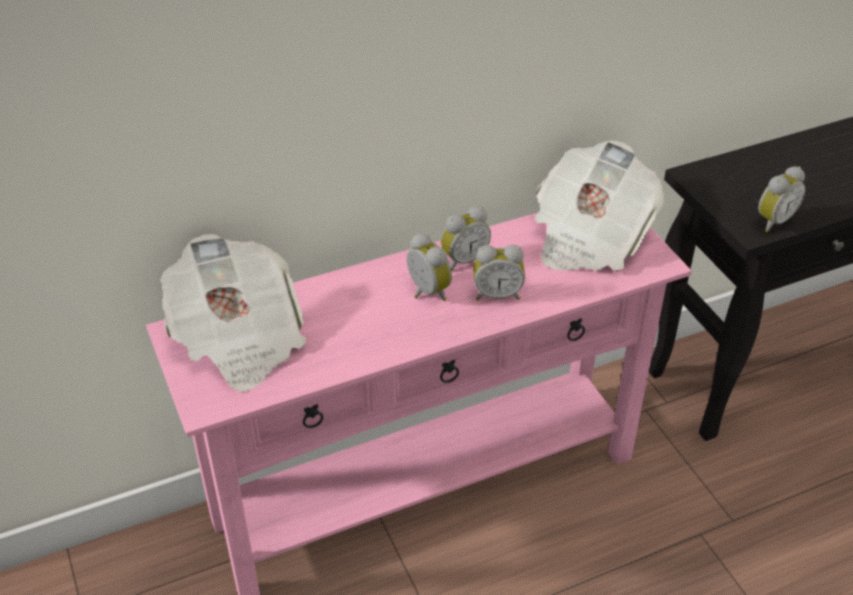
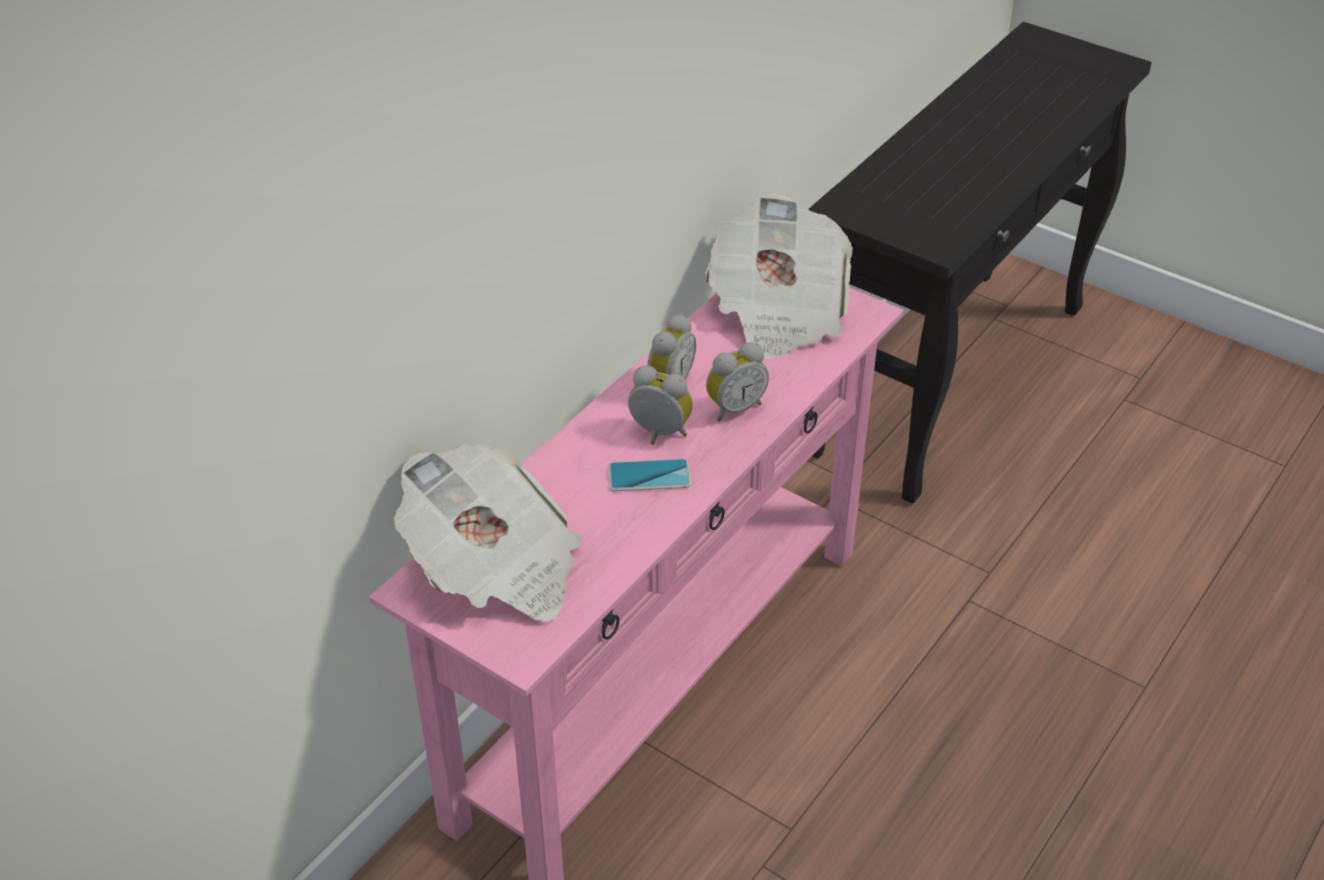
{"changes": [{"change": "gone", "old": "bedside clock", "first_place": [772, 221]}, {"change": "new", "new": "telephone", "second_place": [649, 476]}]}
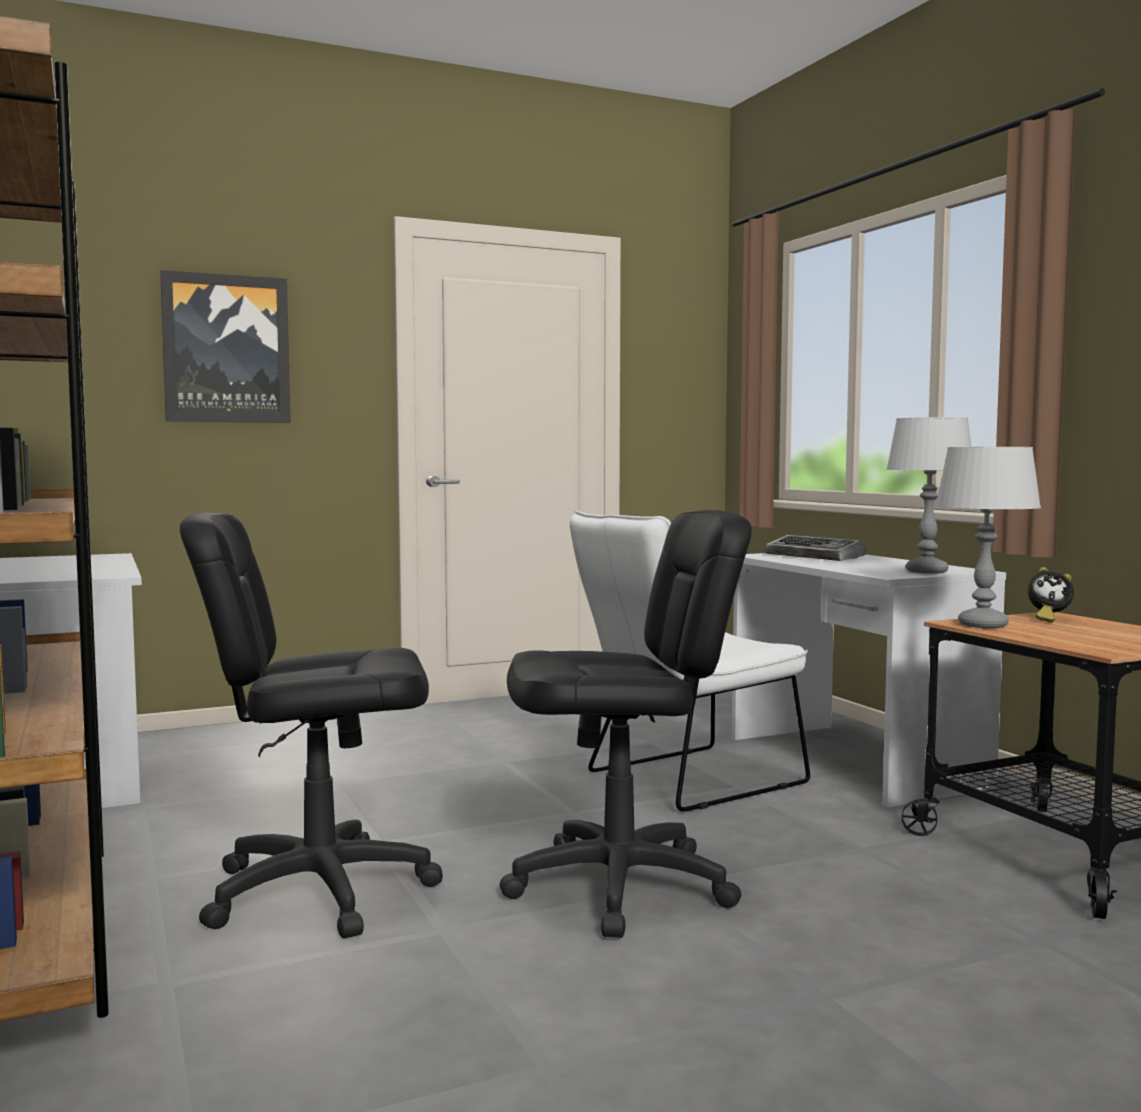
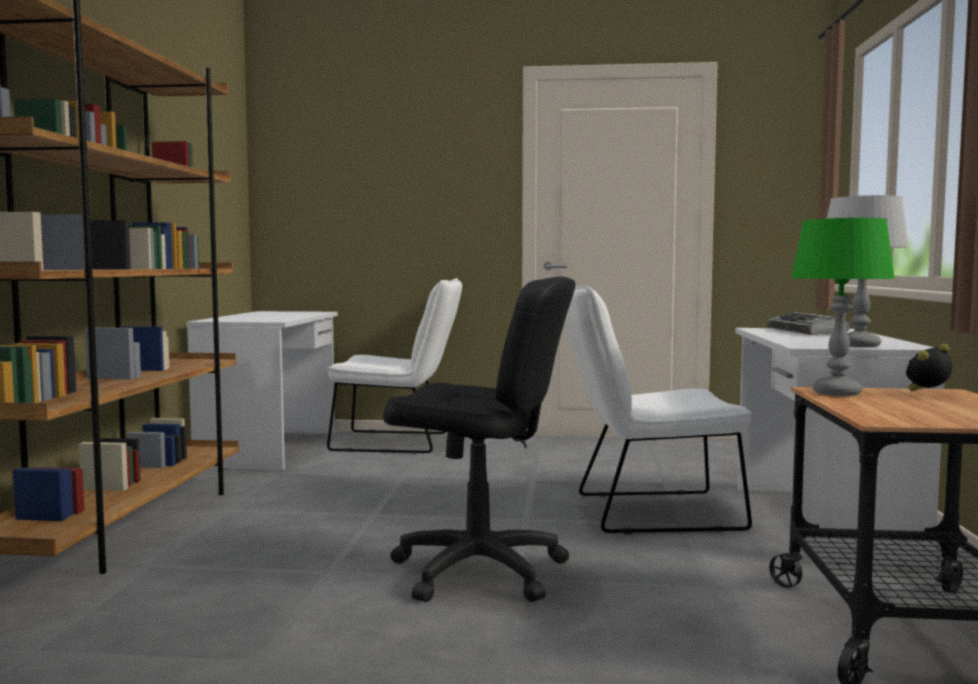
{"changes": [{"change": "gone", "old": "wall art", "first_place": [226, 349]}, {"change": "repainted", "old": "lamp for a table (gray)", "new": "lamp for a table (green-coloured)", "first_place": [983, 625], "second_place": [837, 393]}, {"change": "gone", "old": "computer chair (blackish)", "first_place": [319, 890]}, {"change": "rotated", "old": "bedside clock", "first_place": [1047, 619], "second_place": [927, 394], "degrees": 120}, {"change": "new", "new": "chair (white-coloured)", "second_place": [399, 442]}]}
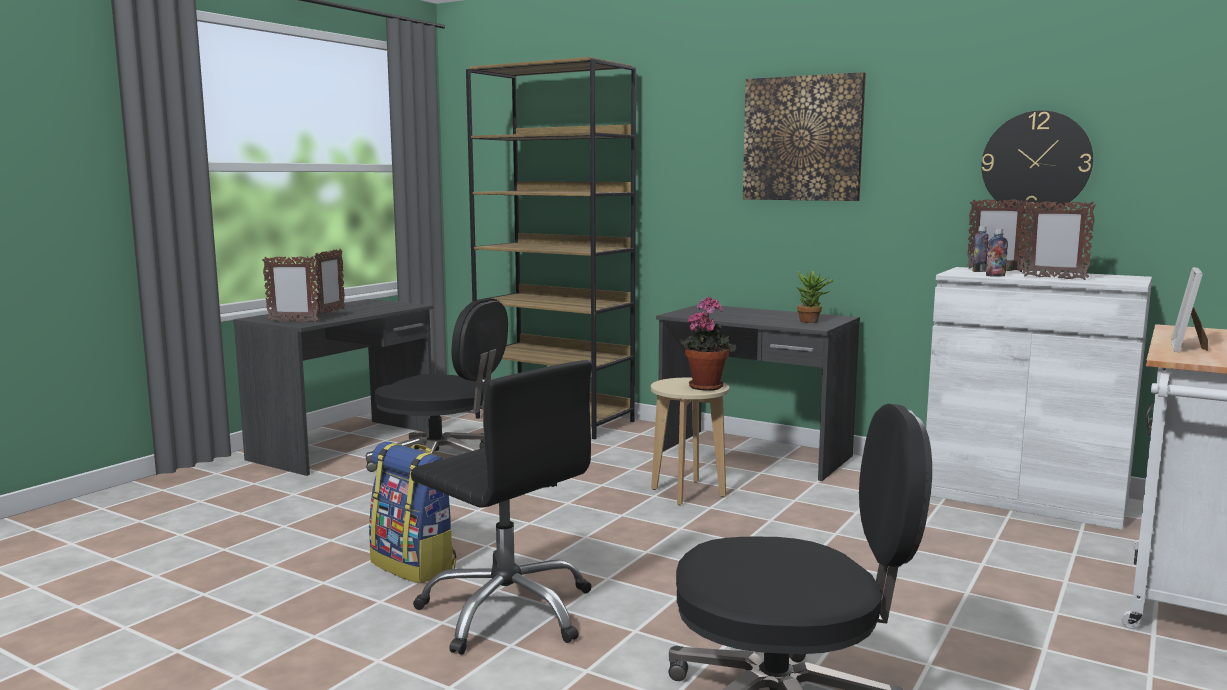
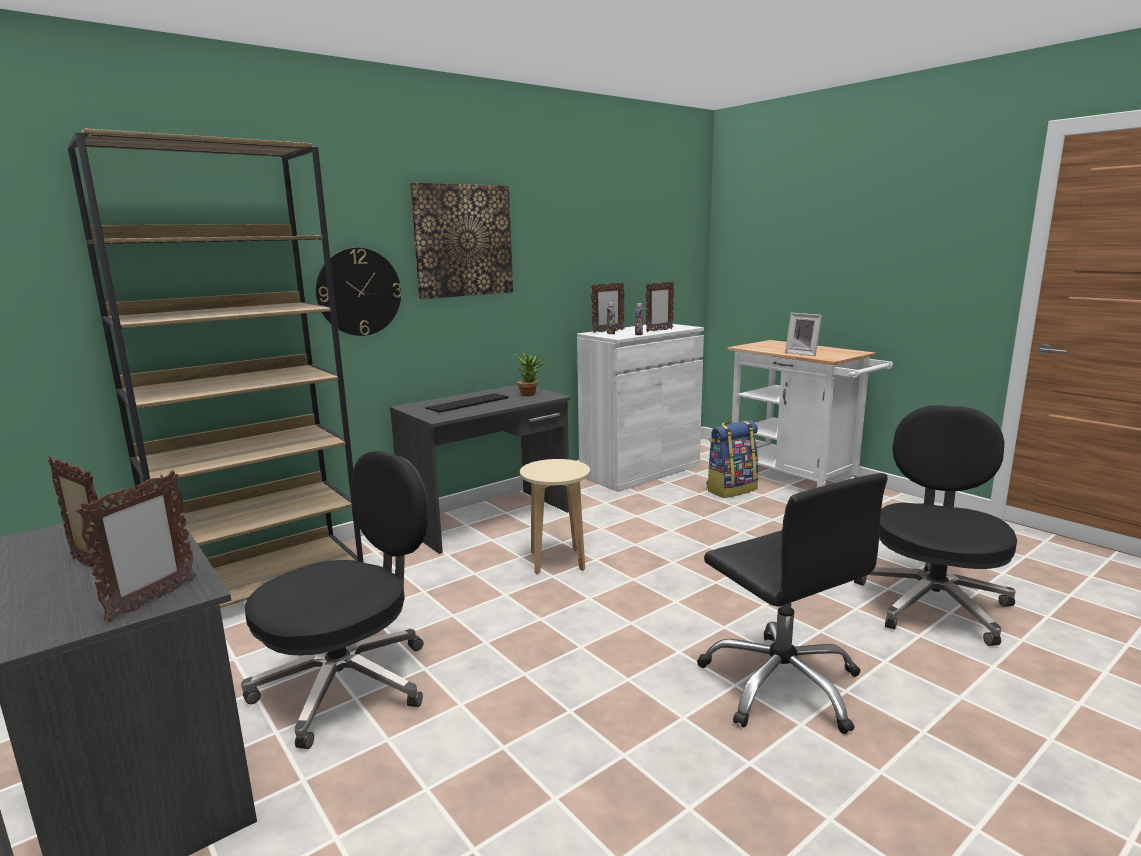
{"changes": [{"change": "shifted", "old": "hanging clock", "first_place": [1036, 163], "second_place": [359, 292]}, {"change": "gone", "old": "potted plant", "first_place": [706, 386]}, {"change": "rotated", "old": "computer chair (blackish)", "first_place": [508, 611], "second_place": [781, 684], "degrees": 90}, {"change": "shifted", "old": "rucksack", "first_place": [415, 565], "second_place": [731, 489]}, {"change": "new", "new": "computer keyboard", "second_place": [468, 403]}]}
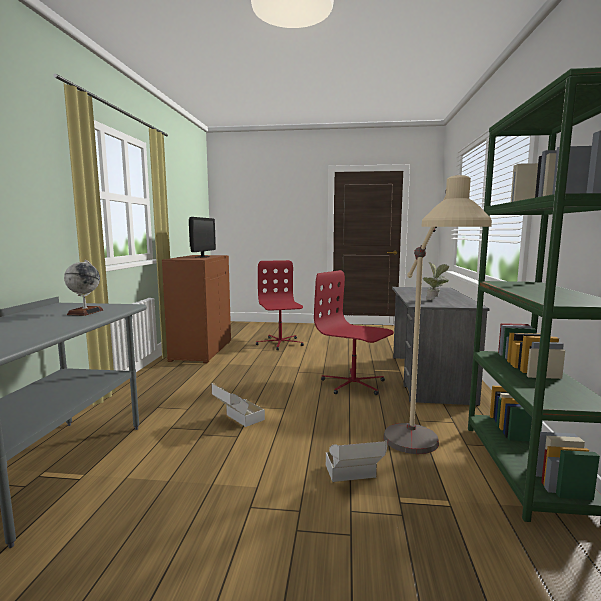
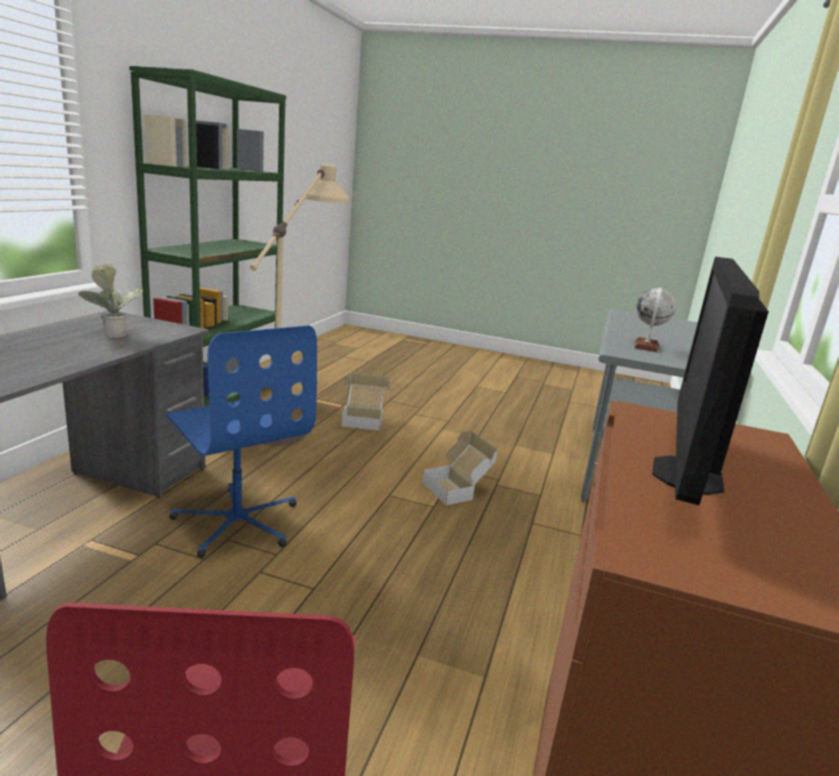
{"changes": [{"change": "repainted", "old": "computer chair (red-coloured)", "new": "computer chair (blue-coloured)", "first_place": [353, 384], "second_place": [238, 521]}]}
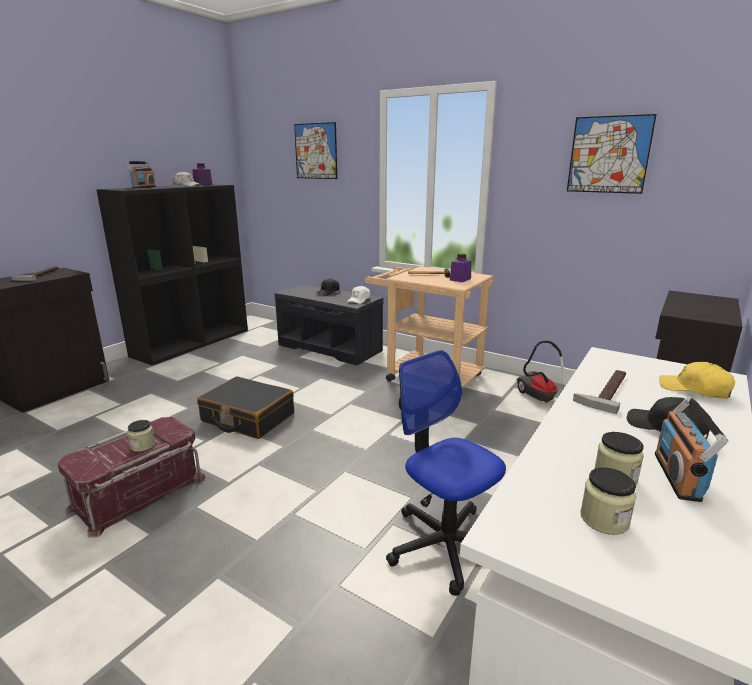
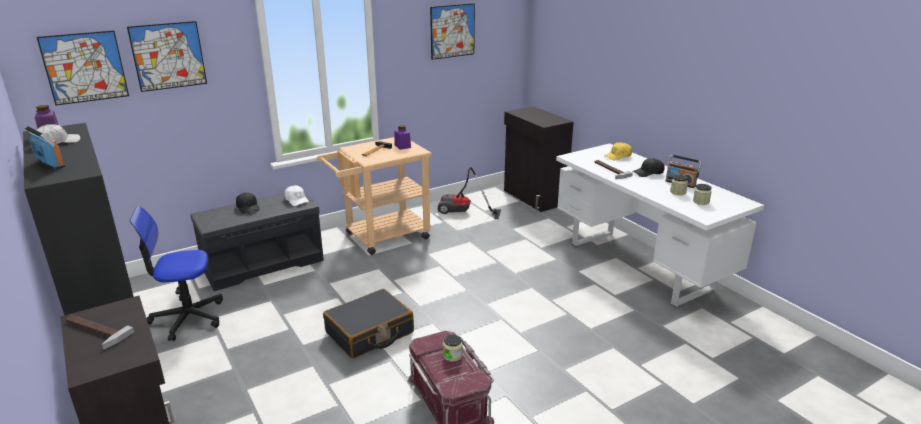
{"changes": [{"change": "shifted", "old": "computer chair", "first_place": [444, 544], "second_place": [187, 318]}, {"change": "new", "new": "wall art", "second_place": [84, 67]}]}
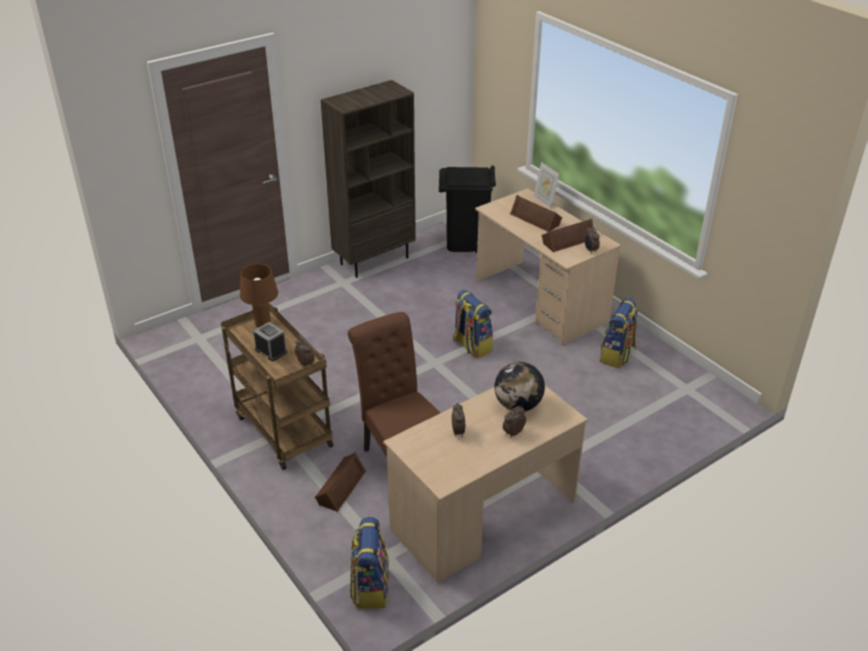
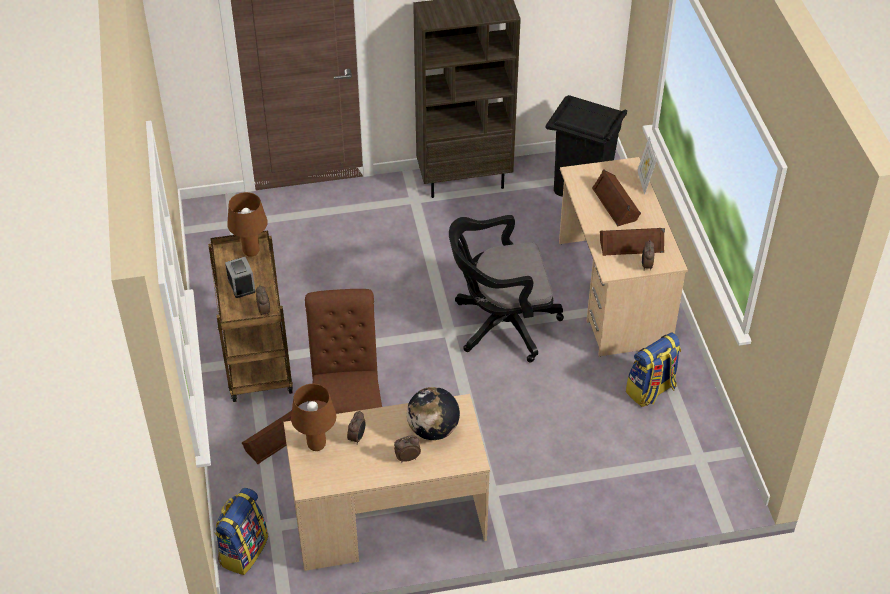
{"changes": [{"change": "swapped", "old": "rucksack", "new": "computer chair (blackish)", "first_place": [471, 346], "second_place": [500, 324]}, {"change": "new", "new": "lamp for a table (brown)", "second_place": [316, 445]}]}
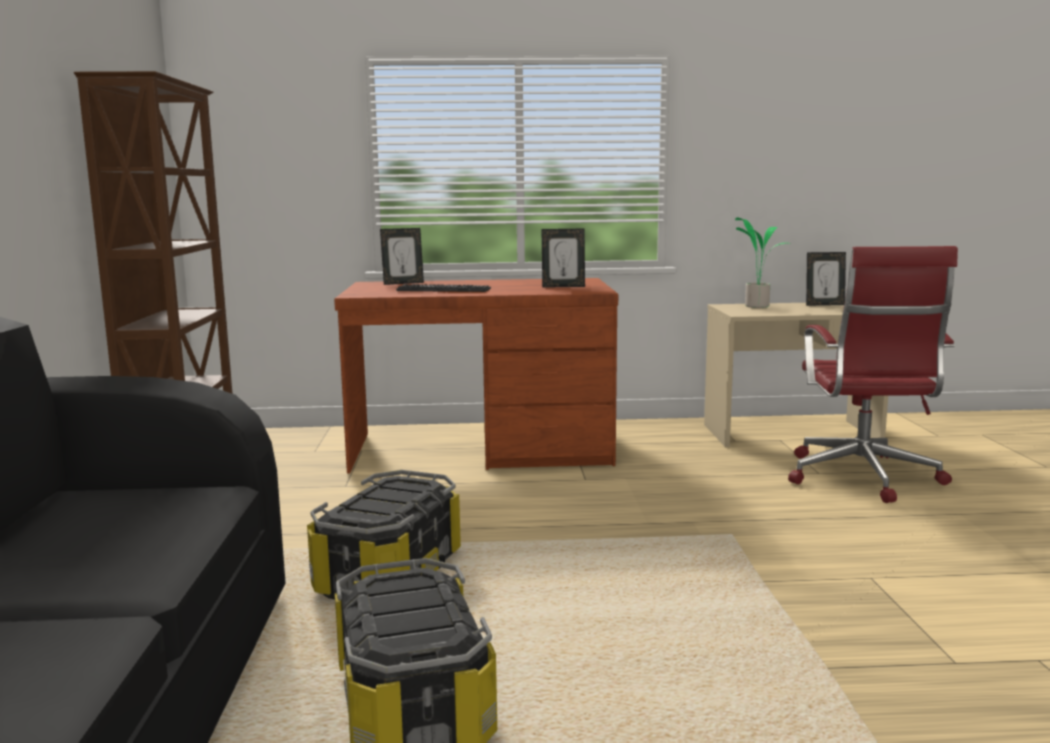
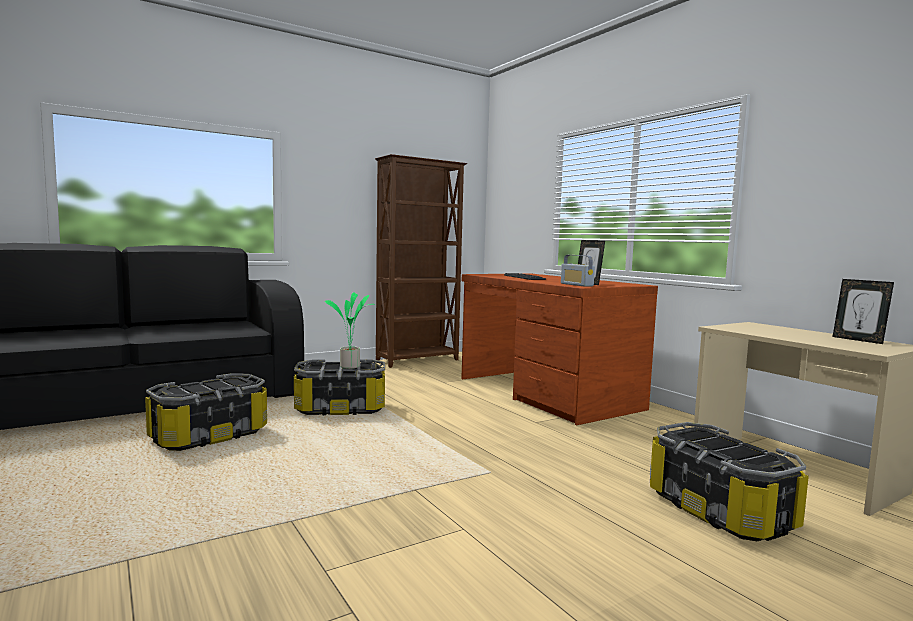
{"changes": [{"change": "shifted", "old": "potted plant", "first_place": [756, 306], "second_place": [351, 366]}, {"change": "gone", "old": "picture frame", "first_place": [403, 283]}, {"change": "swapped", "old": "computer chair (red-coloured)", "new": "storage bin", "first_place": [862, 478], "second_place": [718, 511]}, {"change": "new", "new": "radio set", "second_place": [576, 285]}]}
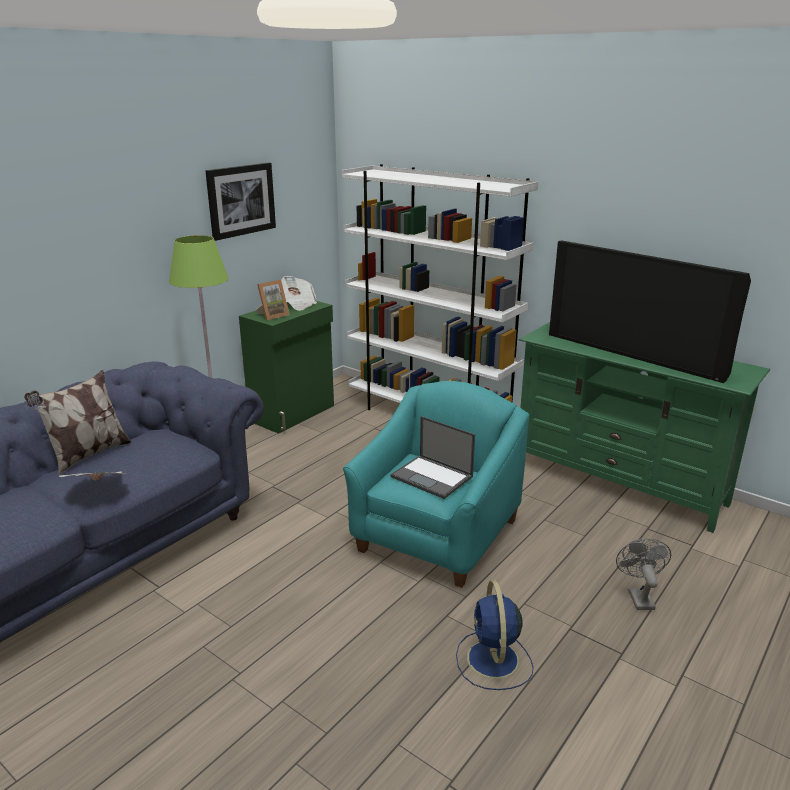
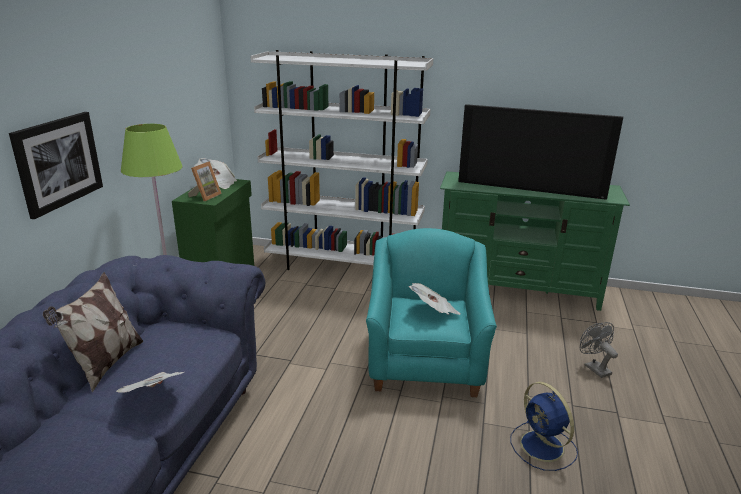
{"changes": [{"change": "shifted", "old": "wall art", "first_place": [241, 200], "second_place": [58, 162]}, {"change": "swapped", "old": "notebook computer", "new": "newspaper", "first_place": [433, 477], "second_place": [434, 311]}]}
